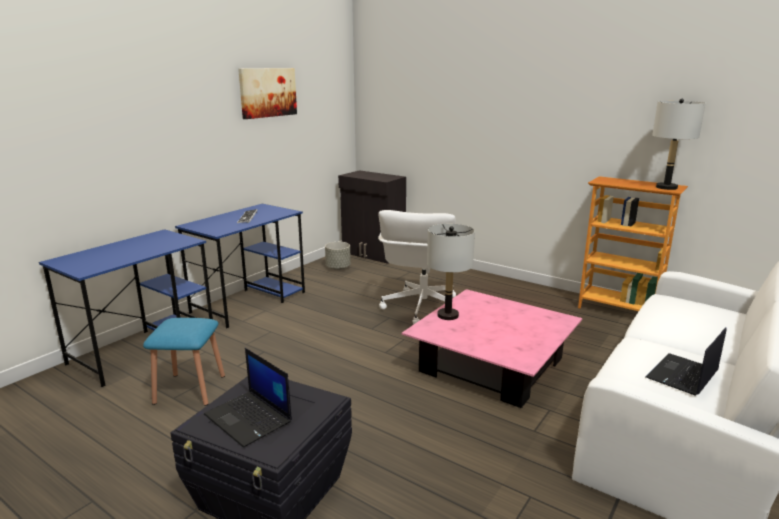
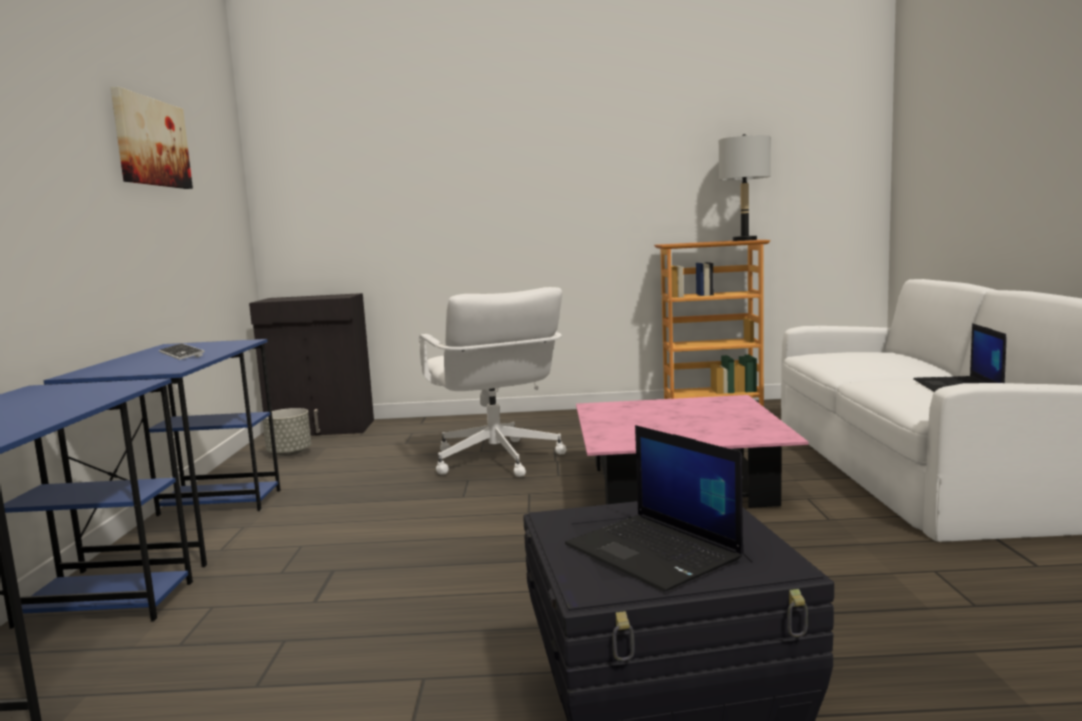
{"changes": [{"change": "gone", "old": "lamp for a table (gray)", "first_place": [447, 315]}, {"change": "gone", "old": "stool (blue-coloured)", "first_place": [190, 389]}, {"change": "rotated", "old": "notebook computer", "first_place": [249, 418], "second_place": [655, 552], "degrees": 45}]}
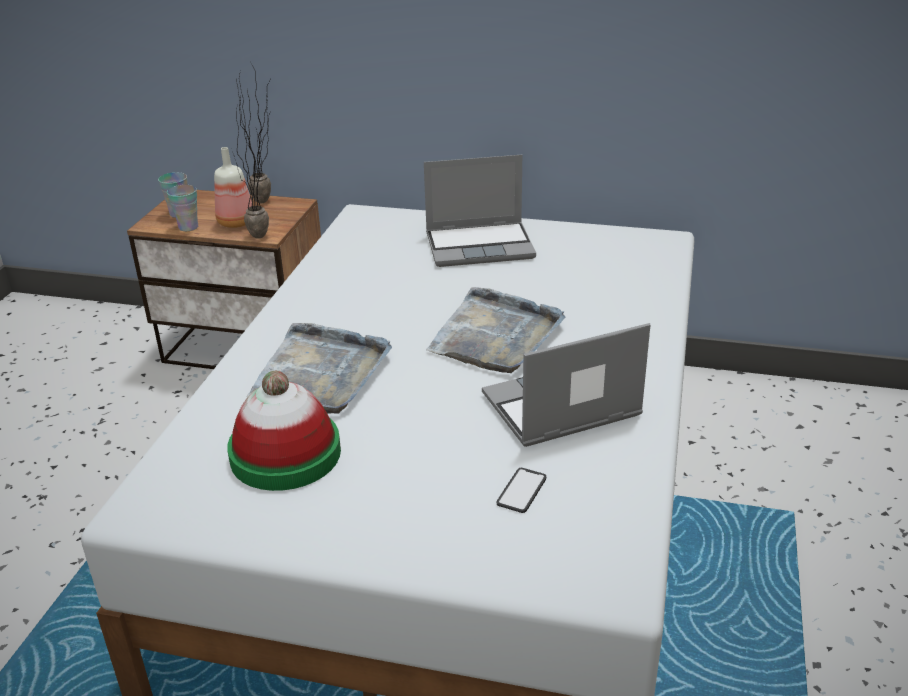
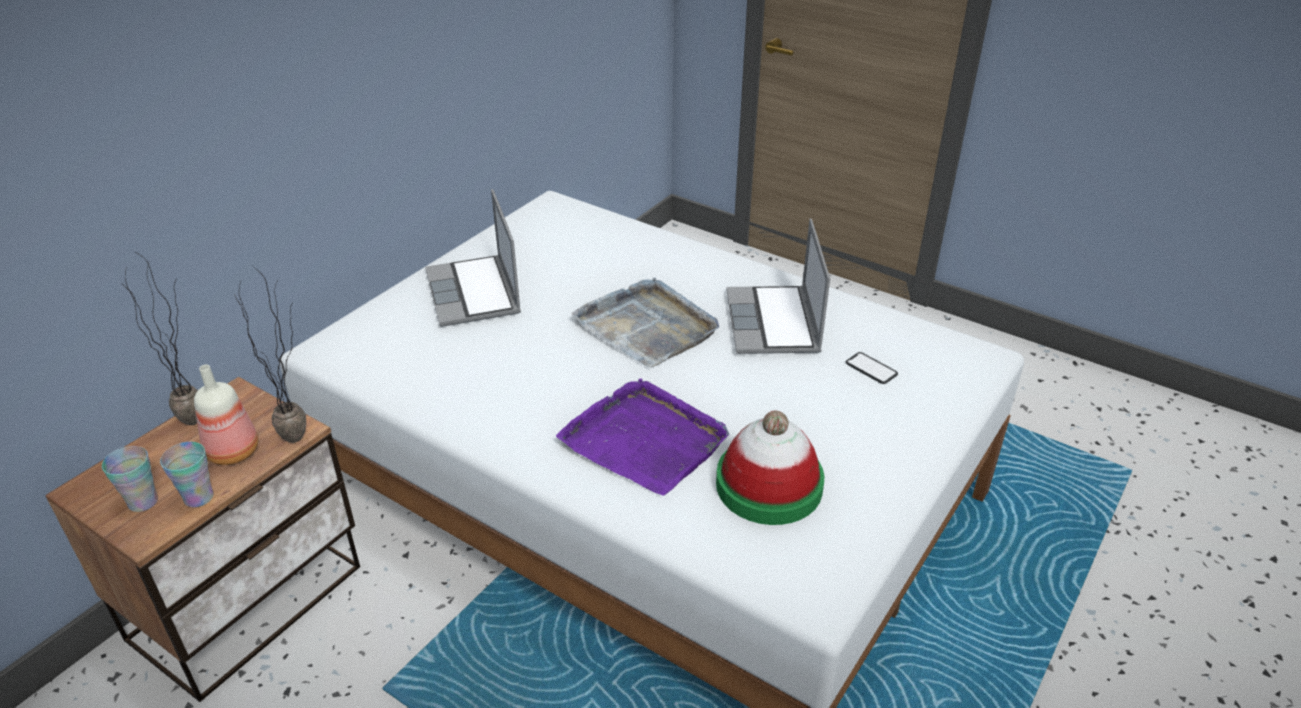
{"changes": [{"change": "rotated", "old": "notebook computer", "first_place": [481, 245], "second_place": [475, 294], "degrees": 150}, {"change": "repainted", "old": "carrying tray (gray)", "new": "carrying tray (purple-coloured)", "first_place": [321, 373], "second_place": [645, 440]}]}
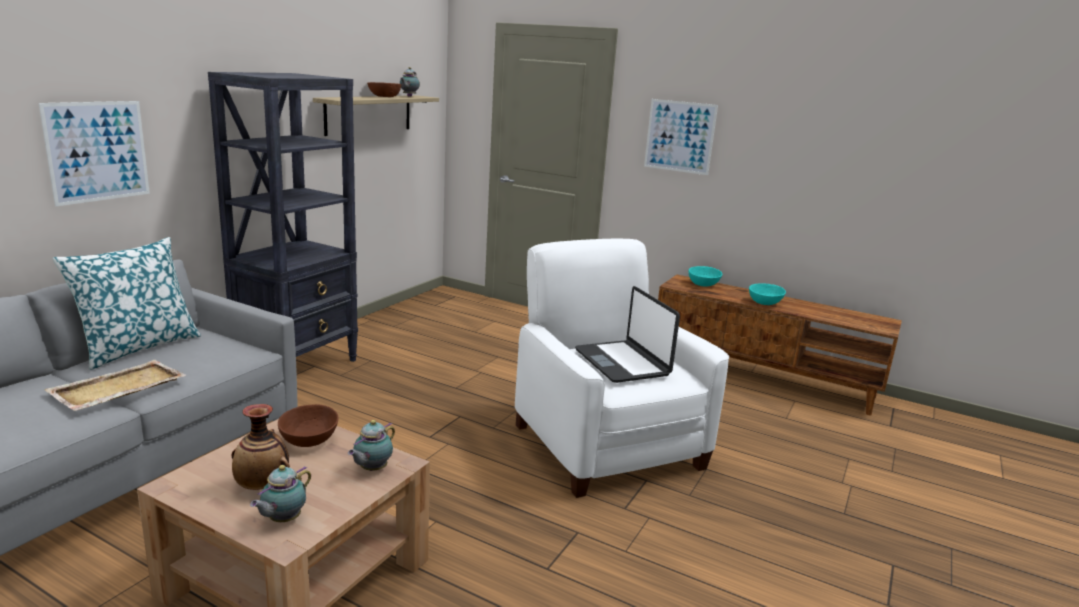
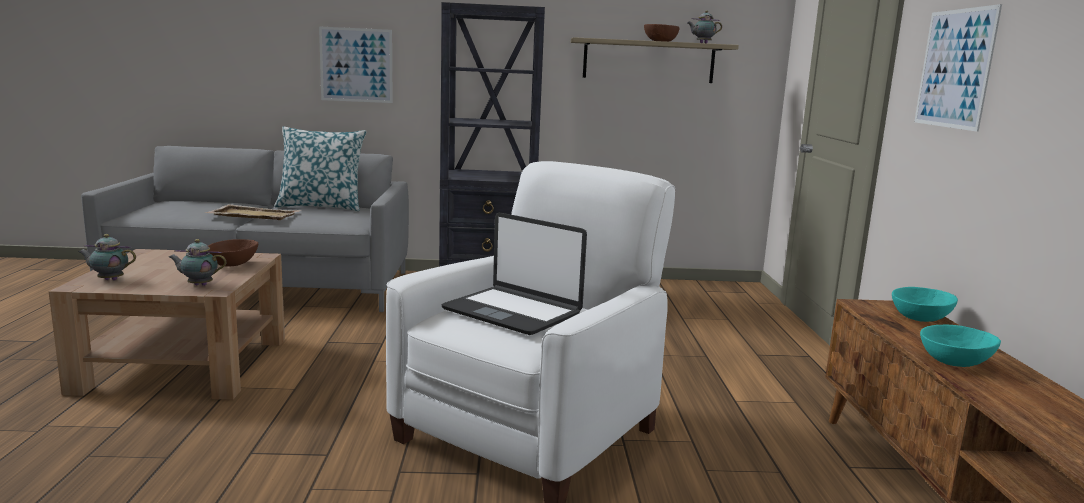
{"changes": [{"change": "rotated", "old": "notebook computer", "first_place": [622, 362], "second_place": [513, 312], "degrees": -90}, {"change": "gone", "old": "flower vase", "first_place": [263, 486]}]}
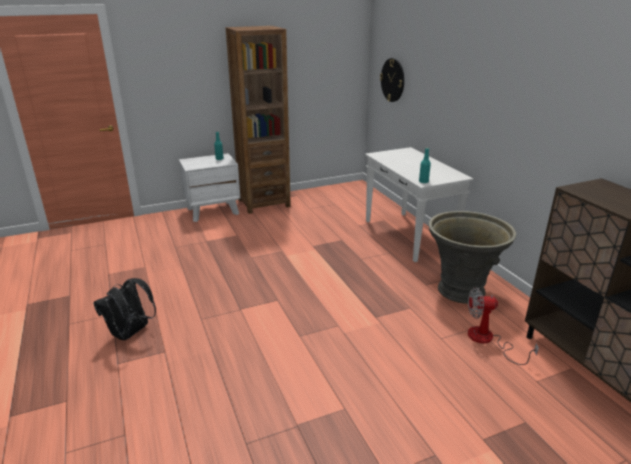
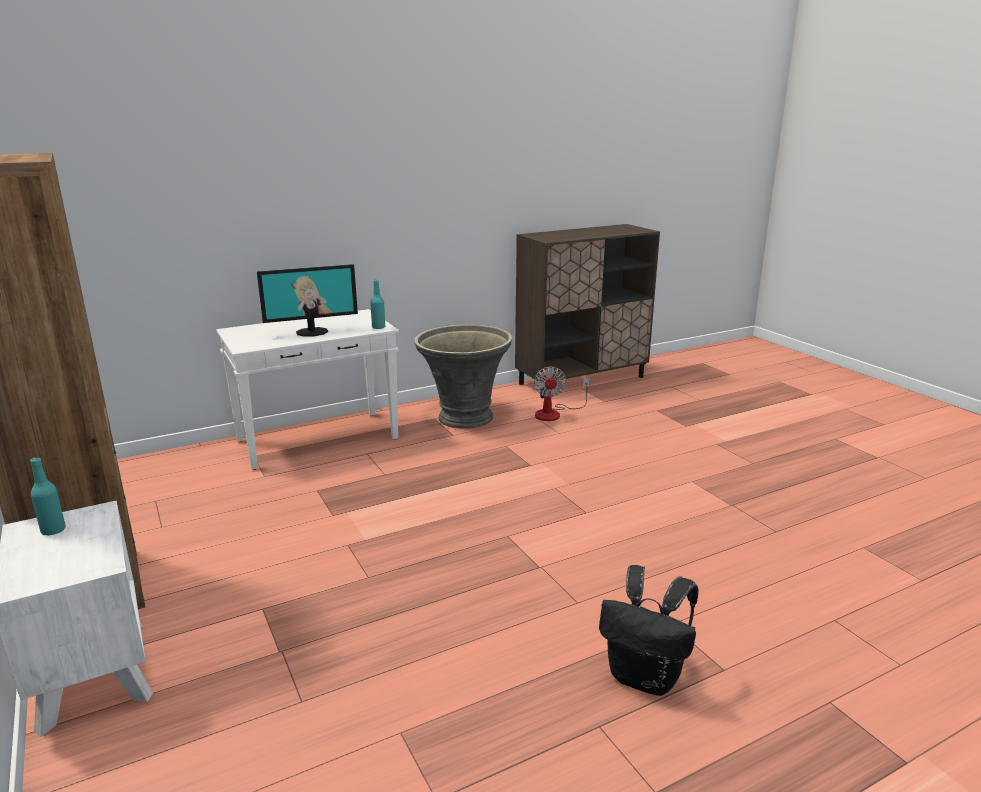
{"changes": [{"change": "gone", "old": "hanging clock", "first_place": [393, 80]}, {"change": "new", "new": "monitor", "second_place": [312, 332]}]}
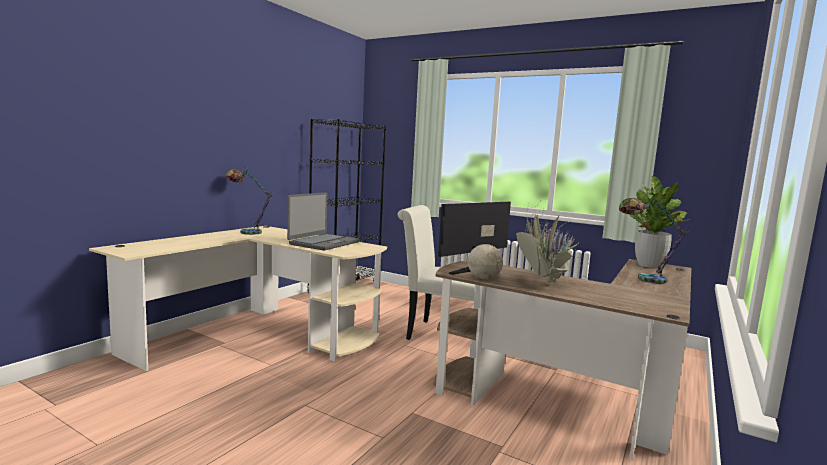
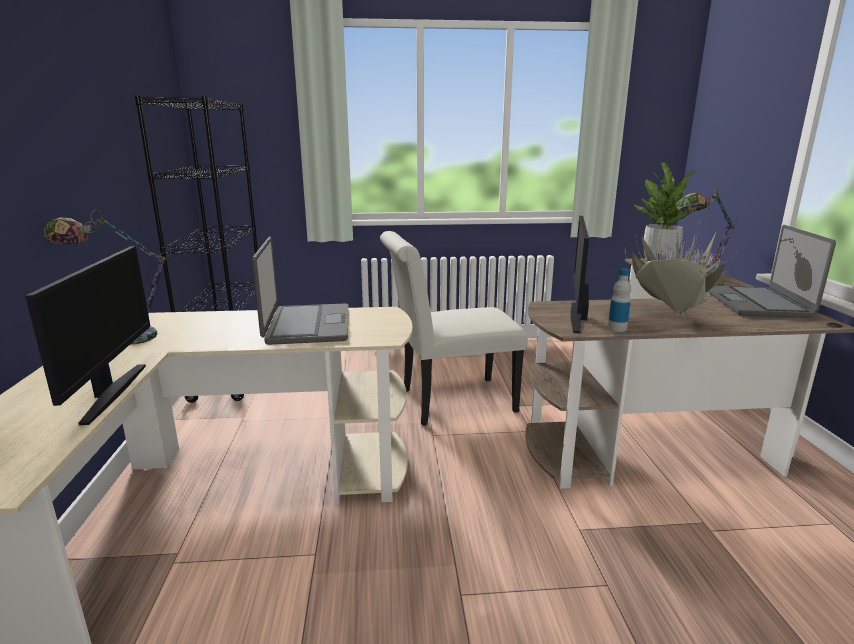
{"changes": [{"change": "swapped", "old": "desk globe", "new": "beverage bottle", "first_place": [483, 278], "second_place": [617, 328]}, {"change": "new", "new": "notebook computer", "second_place": [757, 303]}, {"change": "new", "new": "monitor", "second_place": [111, 392]}]}
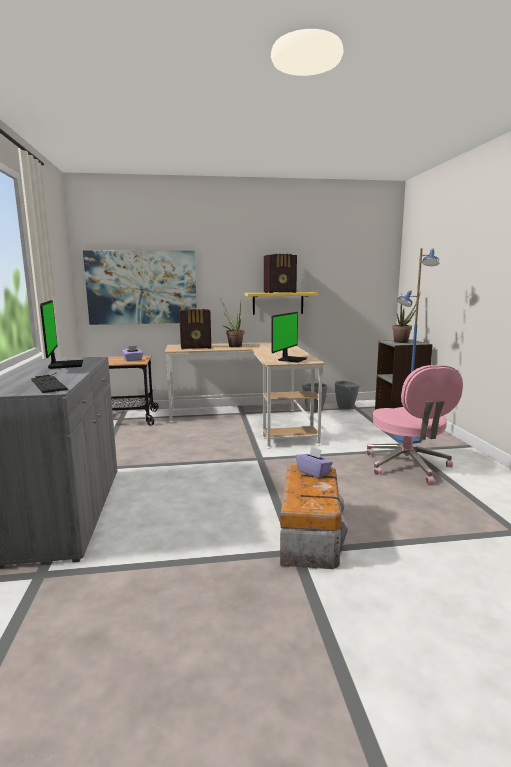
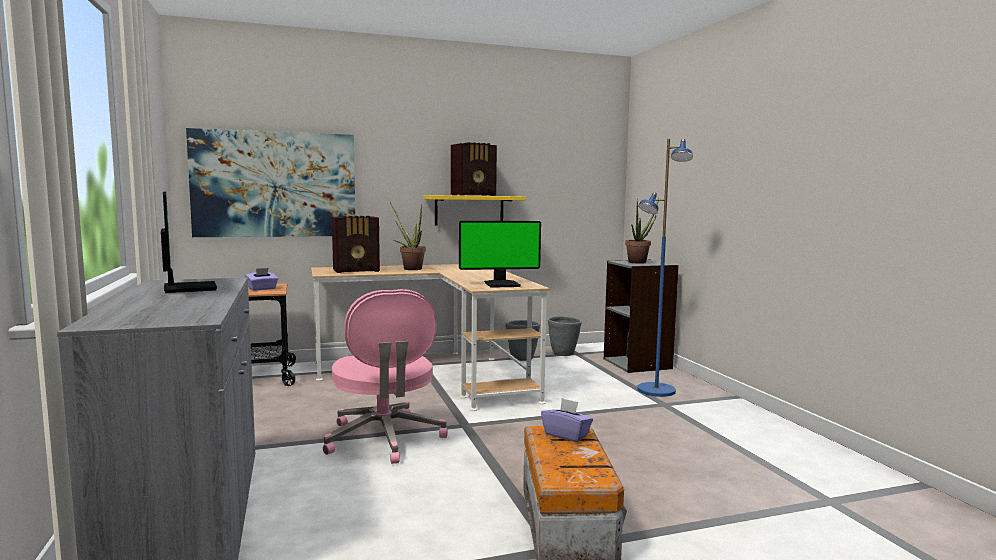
{"changes": [{"change": "rotated", "old": "monitor", "first_place": [291, 359], "second_place": [502, 284], "degrees": 60}, {"change": "shifted", "old": "computer chair (pink)", "first_place": [408, 466], "second_place": [384, 439]}, {"change": "gone", "old": "computer keyboard", "first_place": [48, 383]}]}
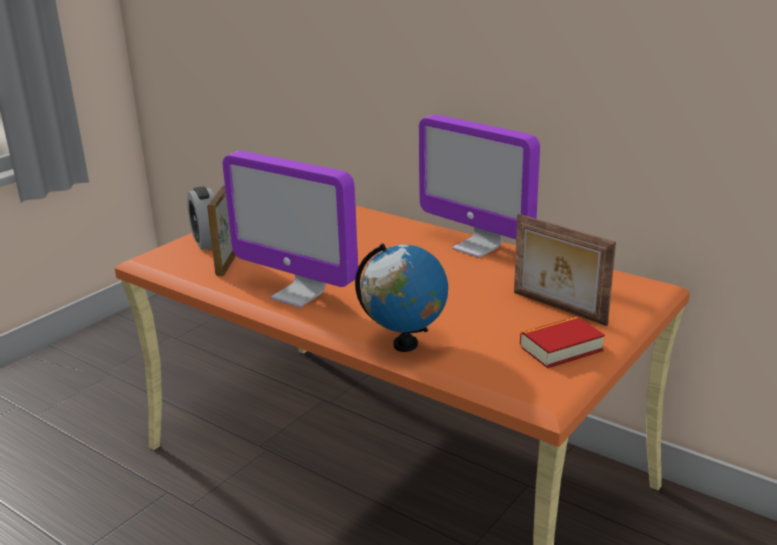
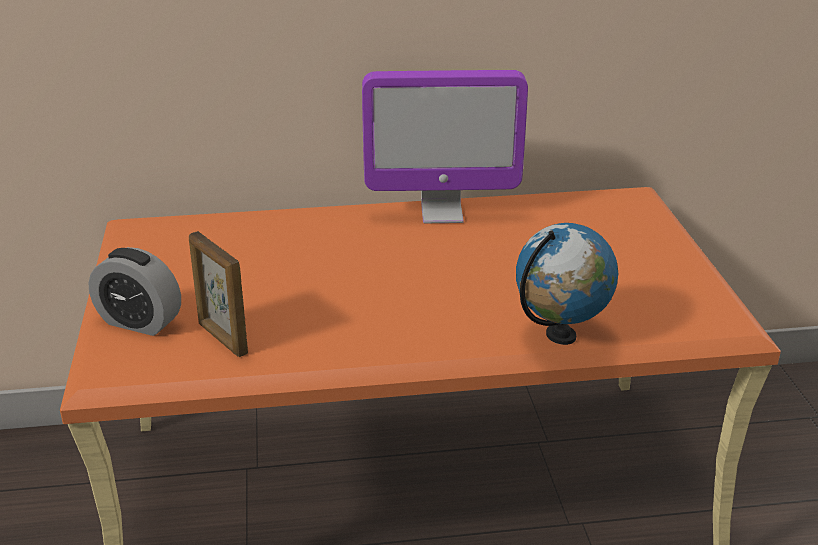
{"changes": [{"change": "gone", "old": "monitor", "first_place": [298, 295]}, {"change": "gone", "old": "picture frame", "first_place": [557, 309]}, {"change": "gone", "old": "book", "first_place": [561, 348]}]}
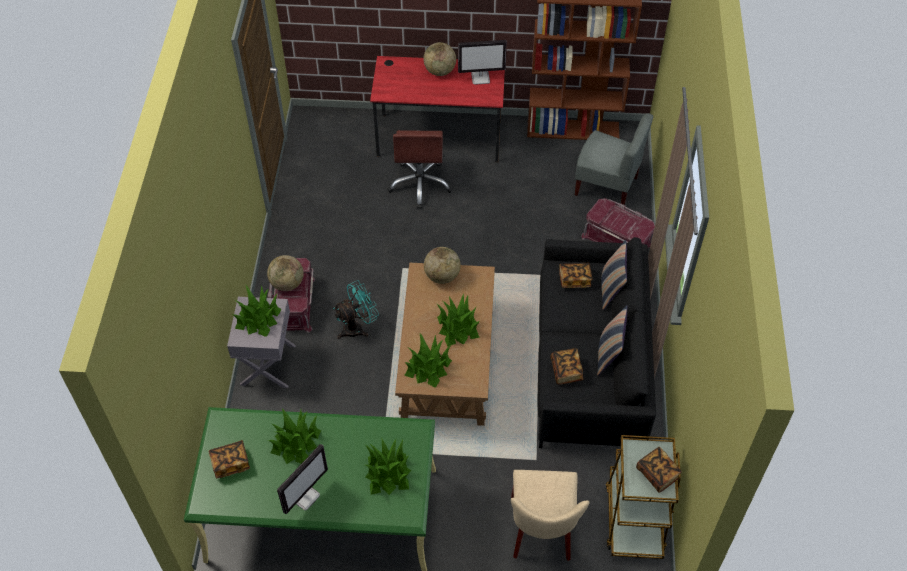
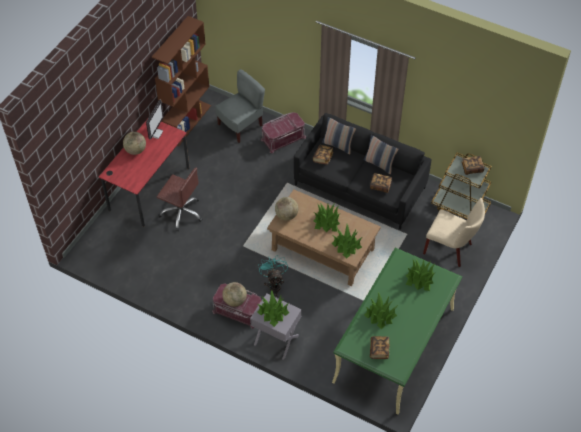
{"changes": [{"change": "gone", "old": "monitor", "first_place": [305, 496]}]}
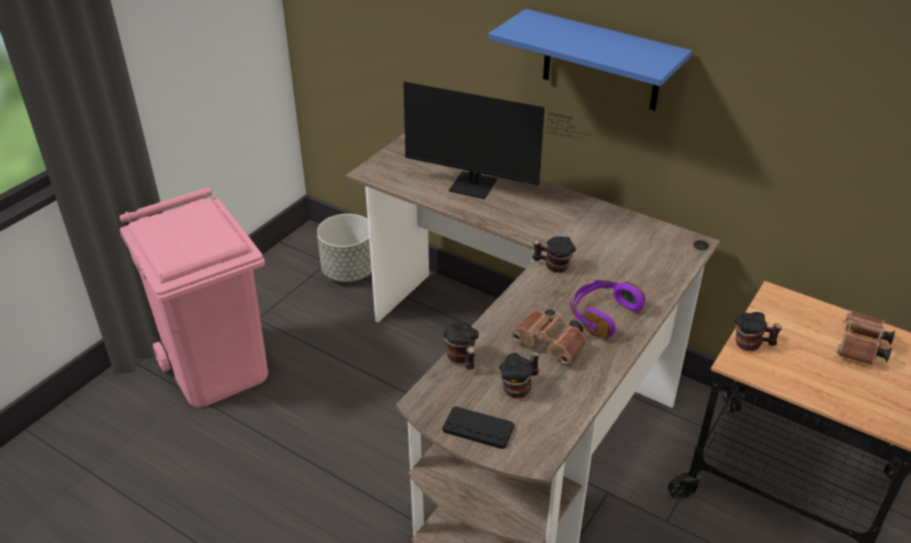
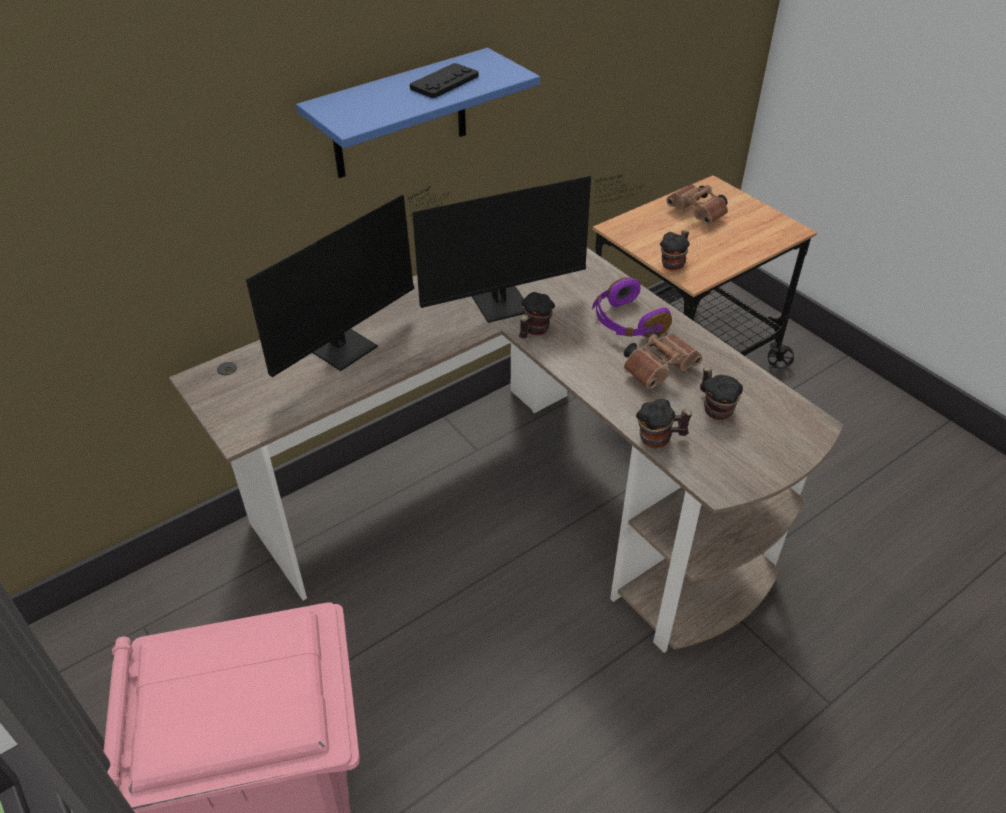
{"changes": [{"change": "gone", "old": "plant pot (gray)", "first_place": [349, 271]}, {"change": "shifted", "old": "gamepad (blackish)", "first_place": [478, 428], "second_place": [444, 82]}, {"change": "new", "new": "monitor", "second_place": [510, 303]}]}
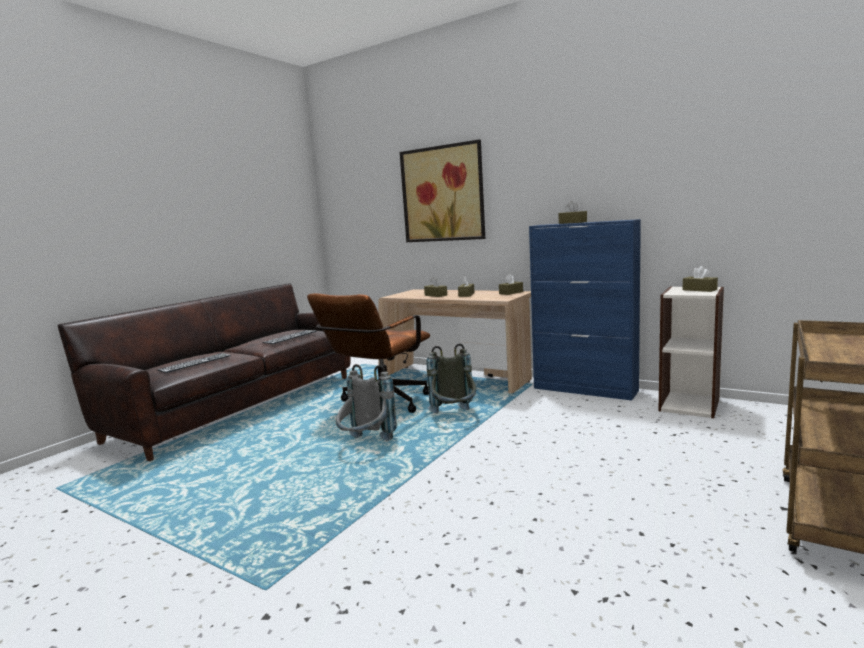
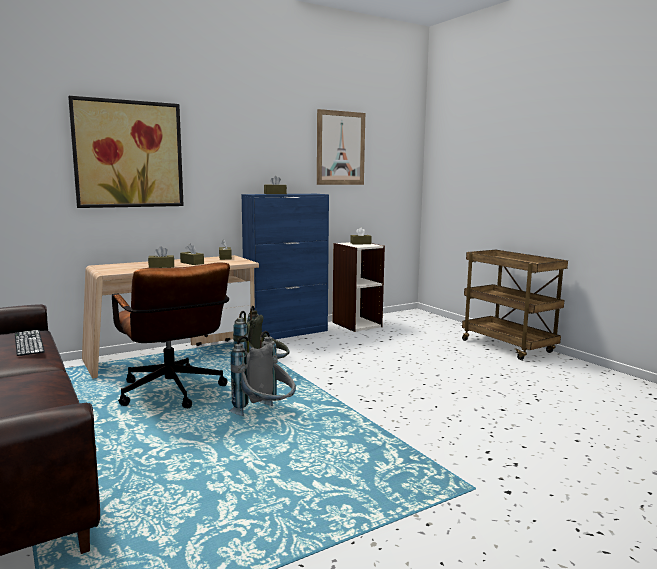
{"changes": [{"change": "gone", "old": "computer keyboard", "first_place": [195, 363]}, {"change": "new", "new": "wall art", "second_place": [340, 148]}]}
